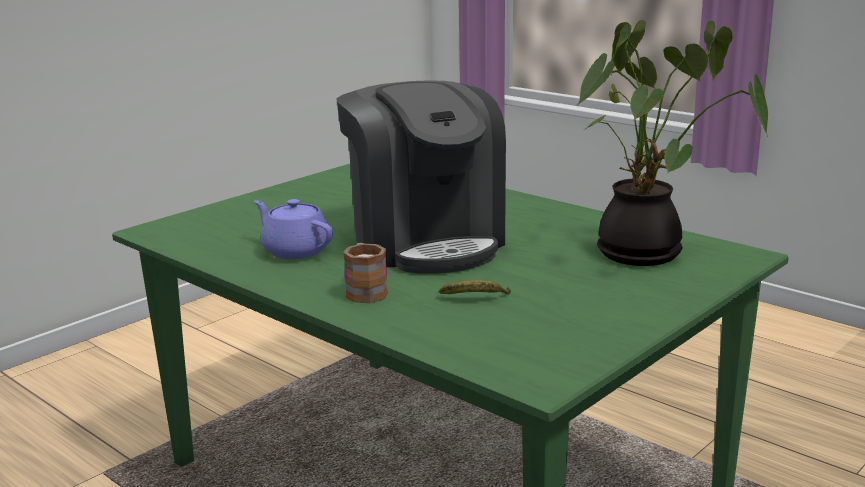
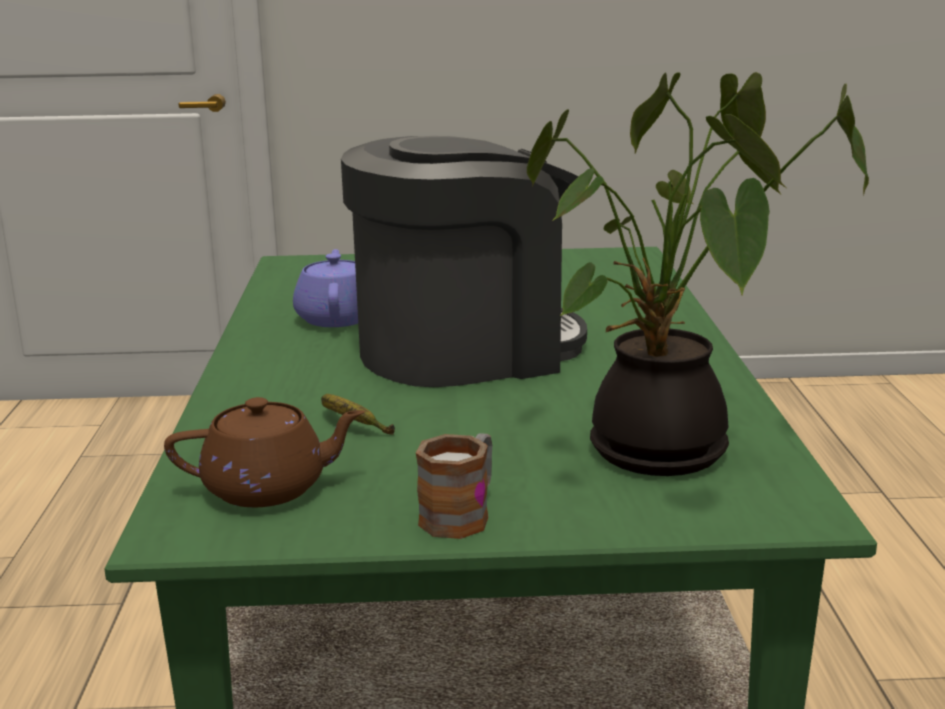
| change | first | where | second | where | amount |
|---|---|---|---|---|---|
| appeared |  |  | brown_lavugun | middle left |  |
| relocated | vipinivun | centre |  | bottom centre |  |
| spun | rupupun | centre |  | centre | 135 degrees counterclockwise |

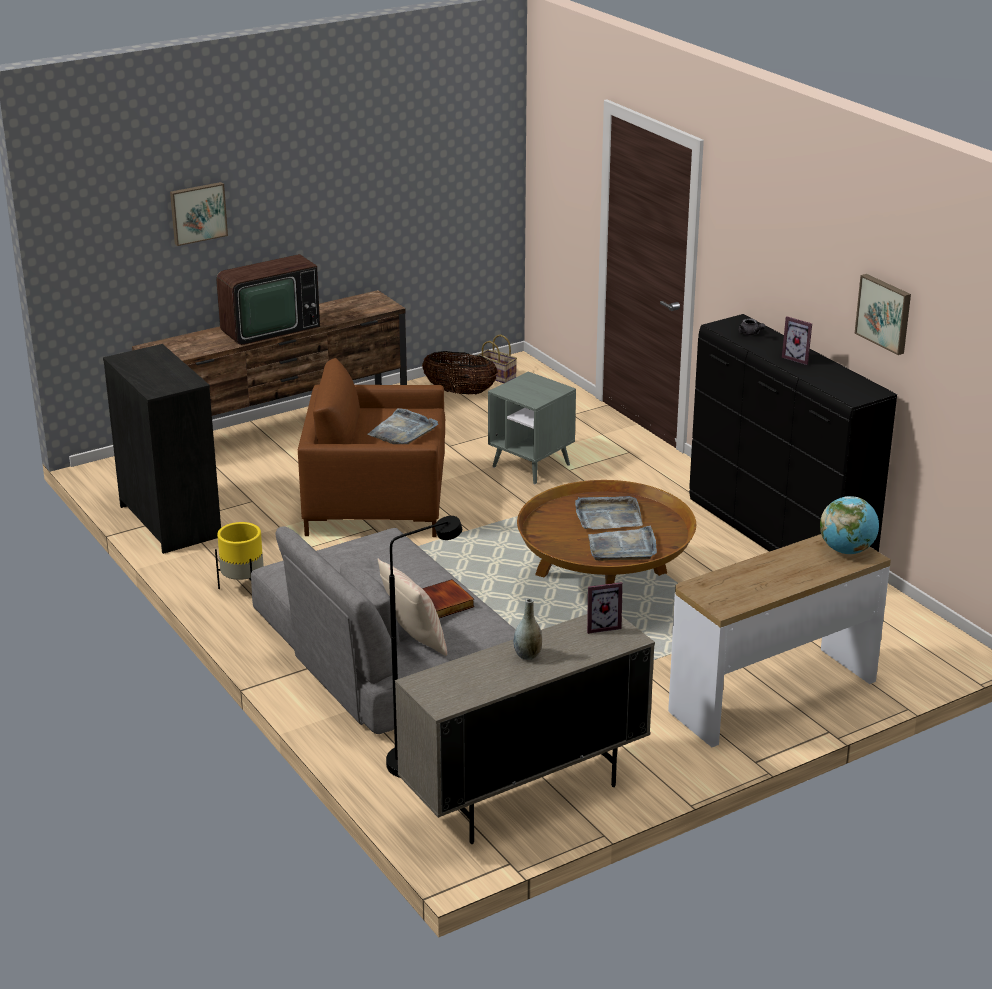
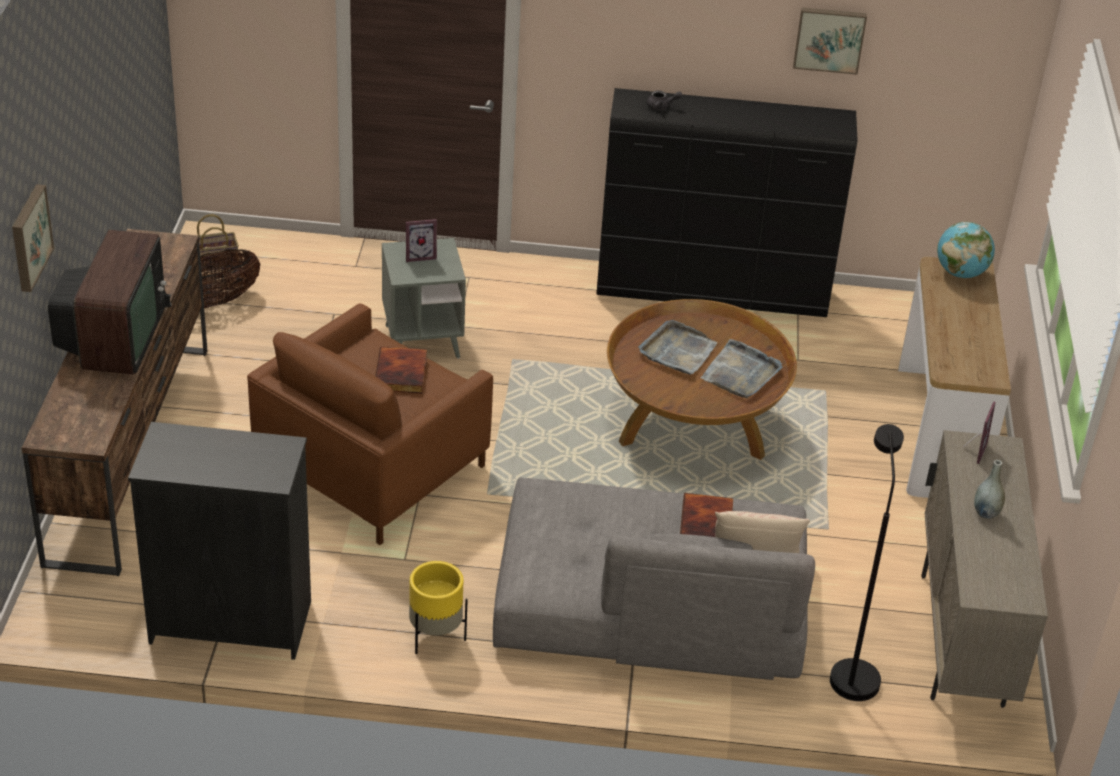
| change | first | where | second | where | amount |
|---|---|---|---|---|---|
| relocated | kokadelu (no. 2 from left in the first image) | middle right | kokadelu (no. 1 from left) | top centre |  |
| exchanged | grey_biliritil (no. 1 from left) | centre | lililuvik (no. 1 from left) | centre |  |

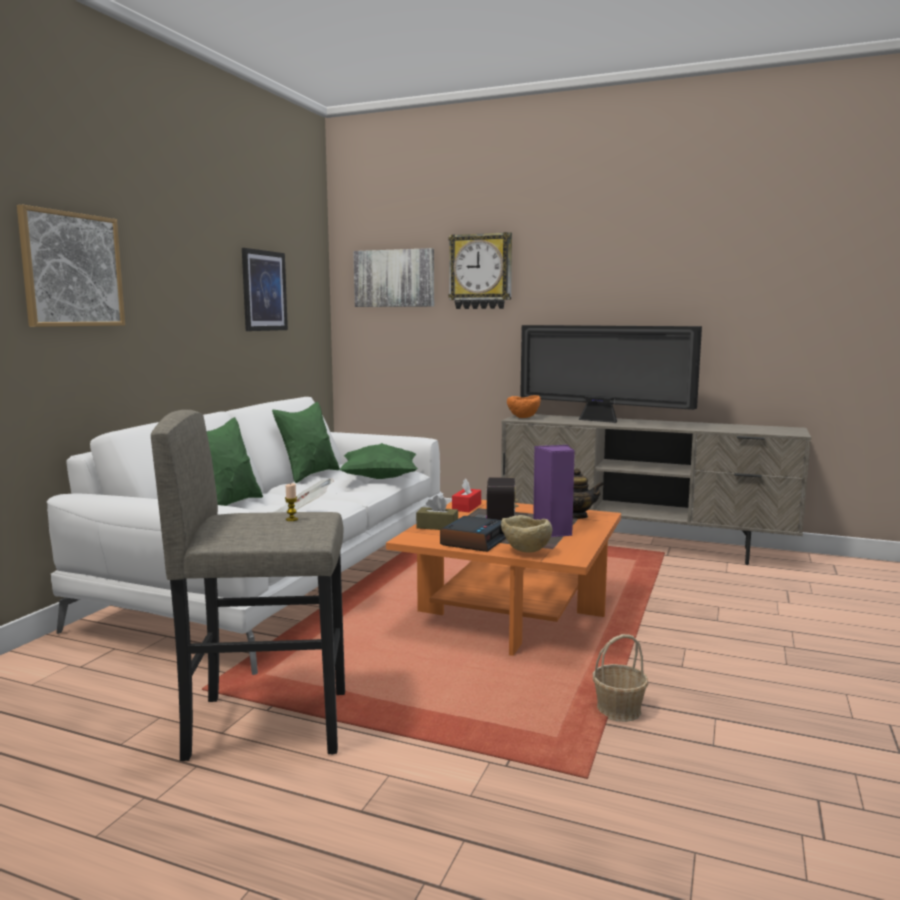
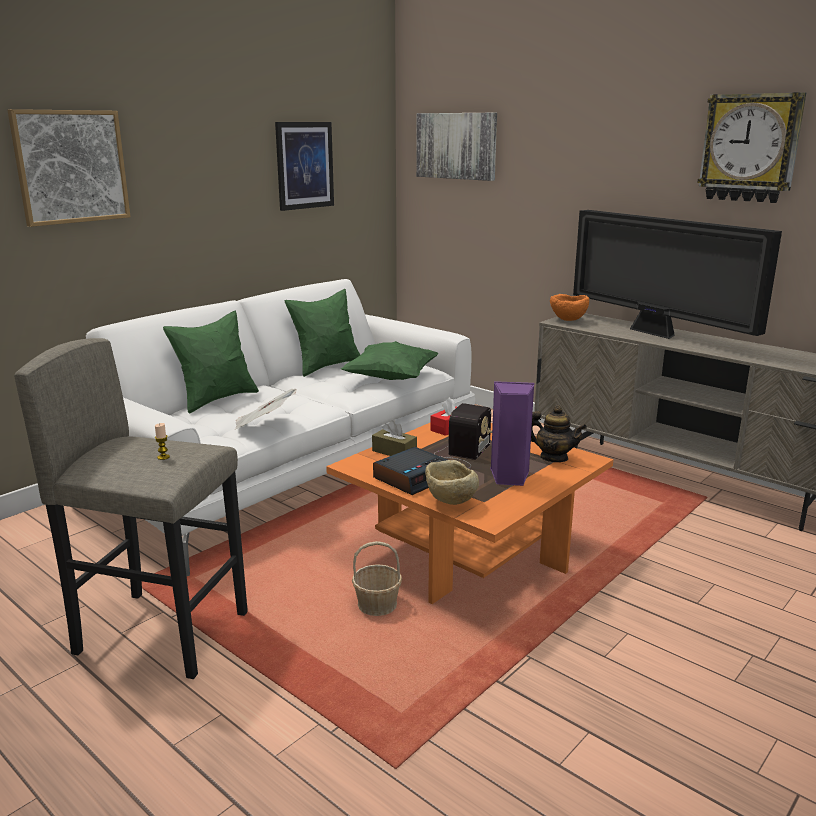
| change | first | where | second | where | amount |
|---|---|---|---|---|---|
| relocated | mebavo | top centre |  | top right |  |
| relocated | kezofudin | bottom right |  | bottom centre |  |

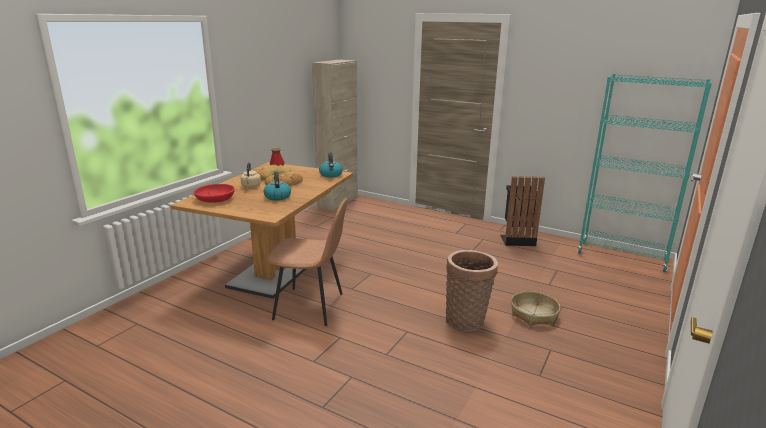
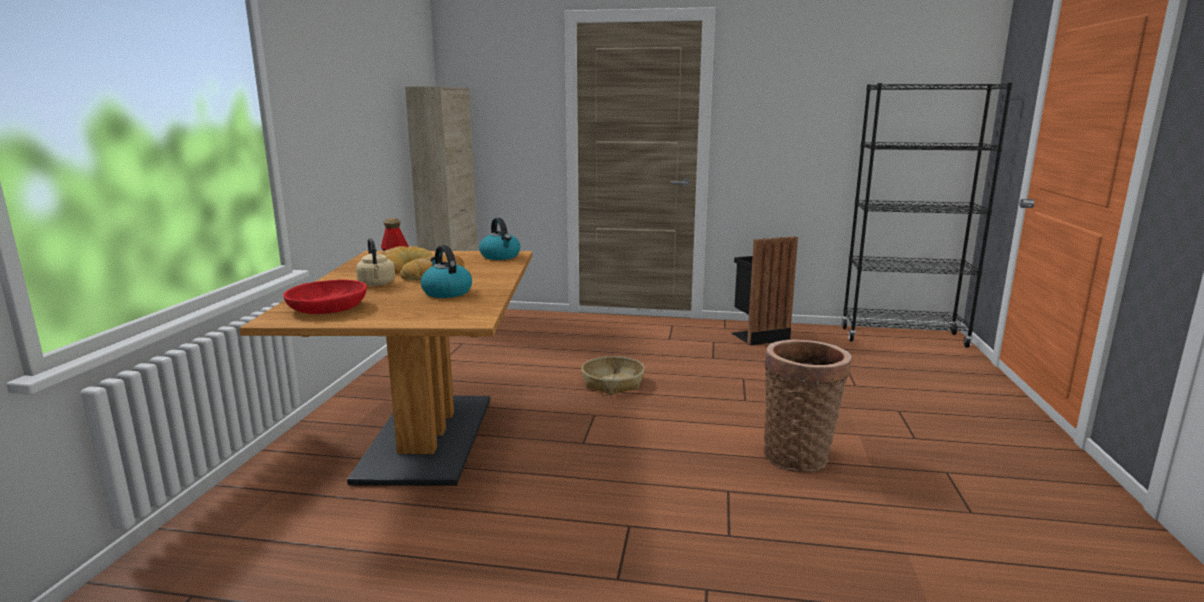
| change | first | where | second | where | amount |
|---|---|---|---|---|---|
| missing | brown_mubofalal | centre |  |  |  |
| relocated | kezofudin (no. 2 from left in the first image) | bottom right | kezofudin (no. 1 from left) | centre |  |
| colour | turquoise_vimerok | middle right | black_vimerok | middle right |  |

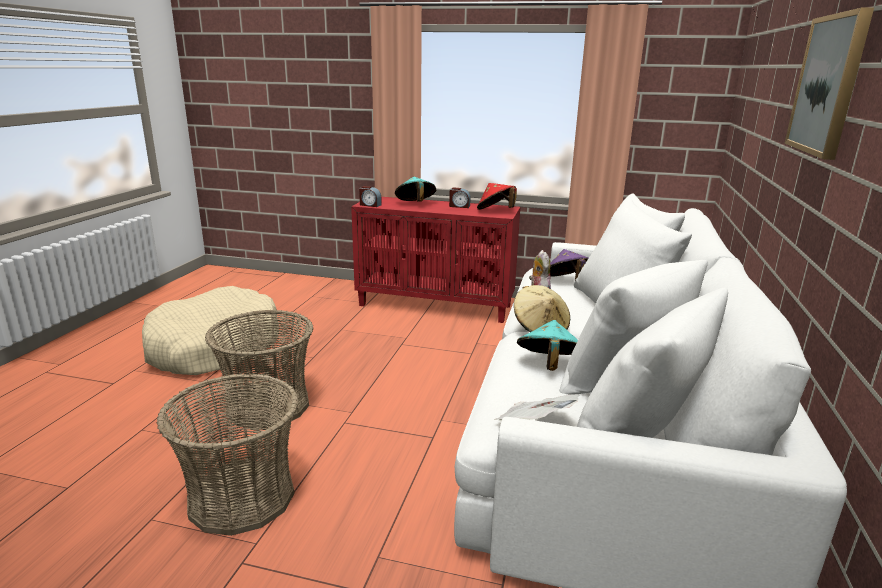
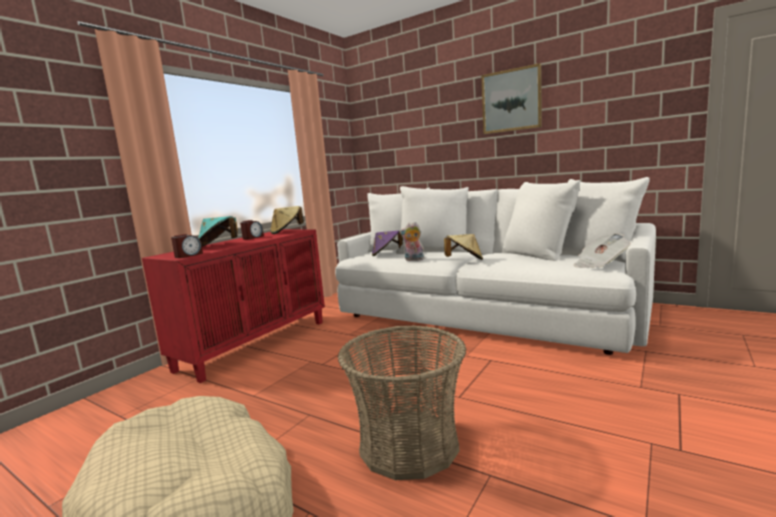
| change | first | where | second | where | amount |
|---|---|---|---|---|---|
| missing | kezofudin (no. 1 from left) | bottom left |  |  |  |
| missing | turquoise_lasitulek (no. 2 from left) | centre |  |  |  |
| colour | red_lasitulek | centre | beige_lasitulek (no. 1 from left) | centre |  |

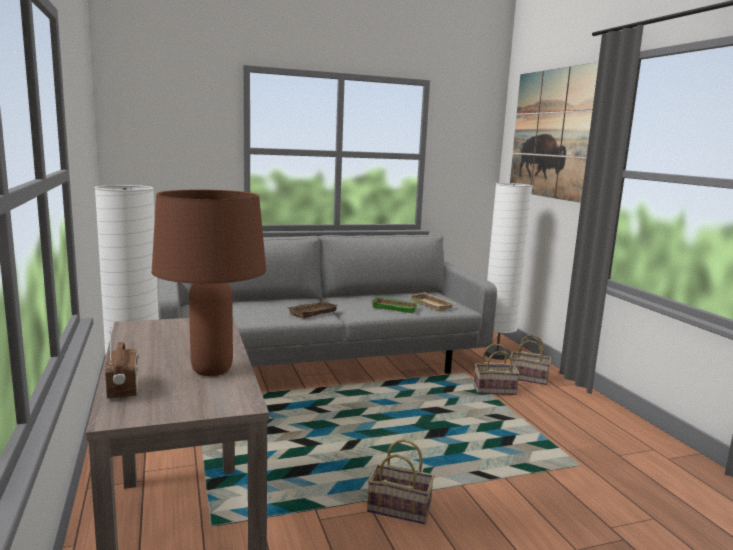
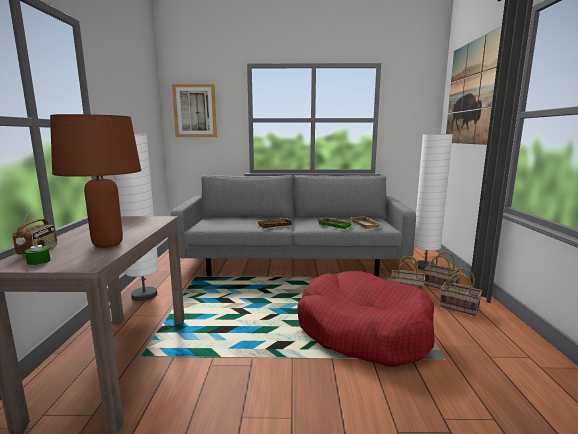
| change | first | where | second | where | amount |
|---|---|---|---|---|---|
| appeared |  |  | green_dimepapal | middle left |  |
| appeared |  |  | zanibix (no. 1 from left) | top centre |  |
| appeared |  |  | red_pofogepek | bottom centre |  |
| relocated | kezofudin (no. 1 from left in the first image) | bottom centre | kezofudin (no. 3 from left) | bottom right |  |

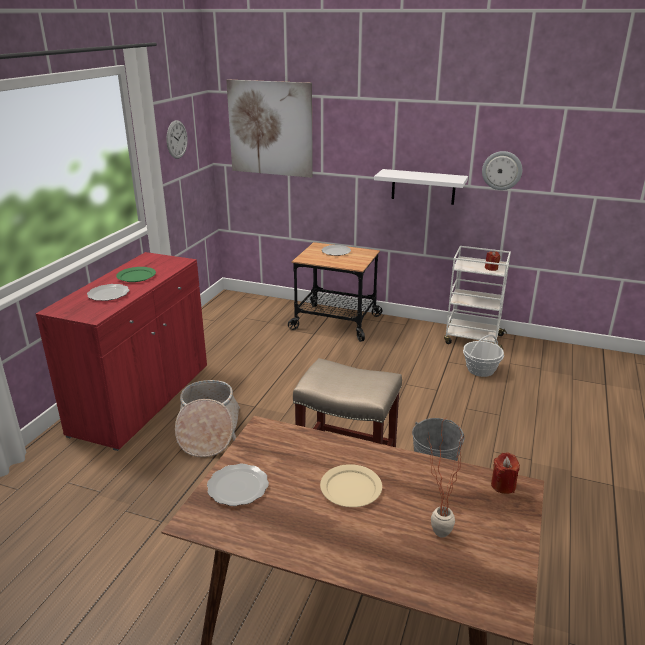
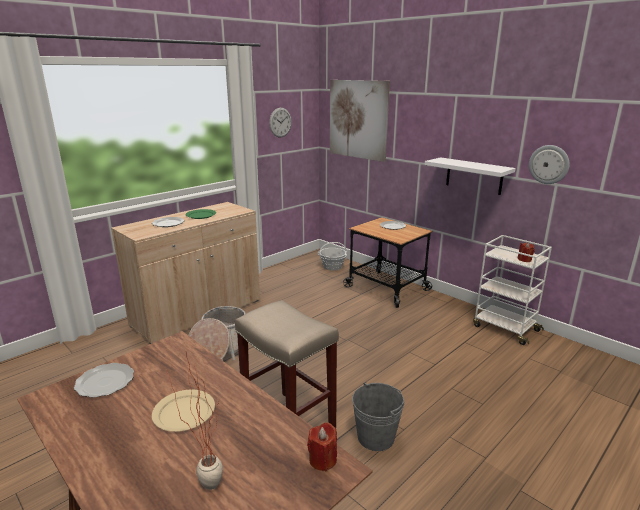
| change | first | where | second | where | amount |
|---|---|---|---|---|---|
| relocated | kezofudin (no. 2 from left) | middle right |  | centre |  |
| colour | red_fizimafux | middle left | beige_fizimafux | middle left |  |

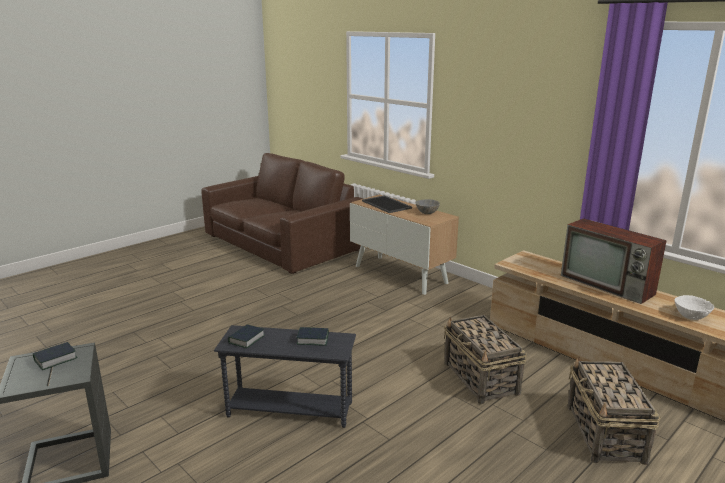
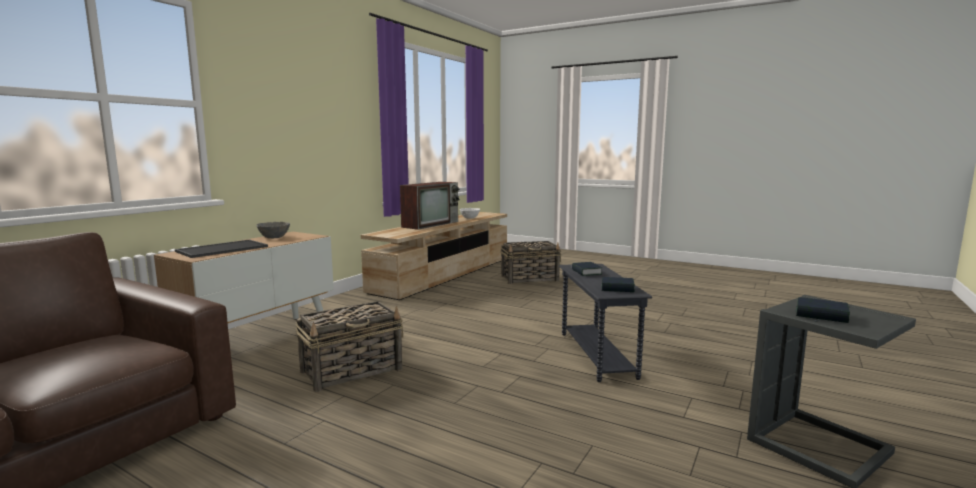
| change | first | where | second | where | amount |
|---|---|---|---|---|---|
| relocated | kezofudin (no. 1 from left) | bottom right |  | bottom centre |  |

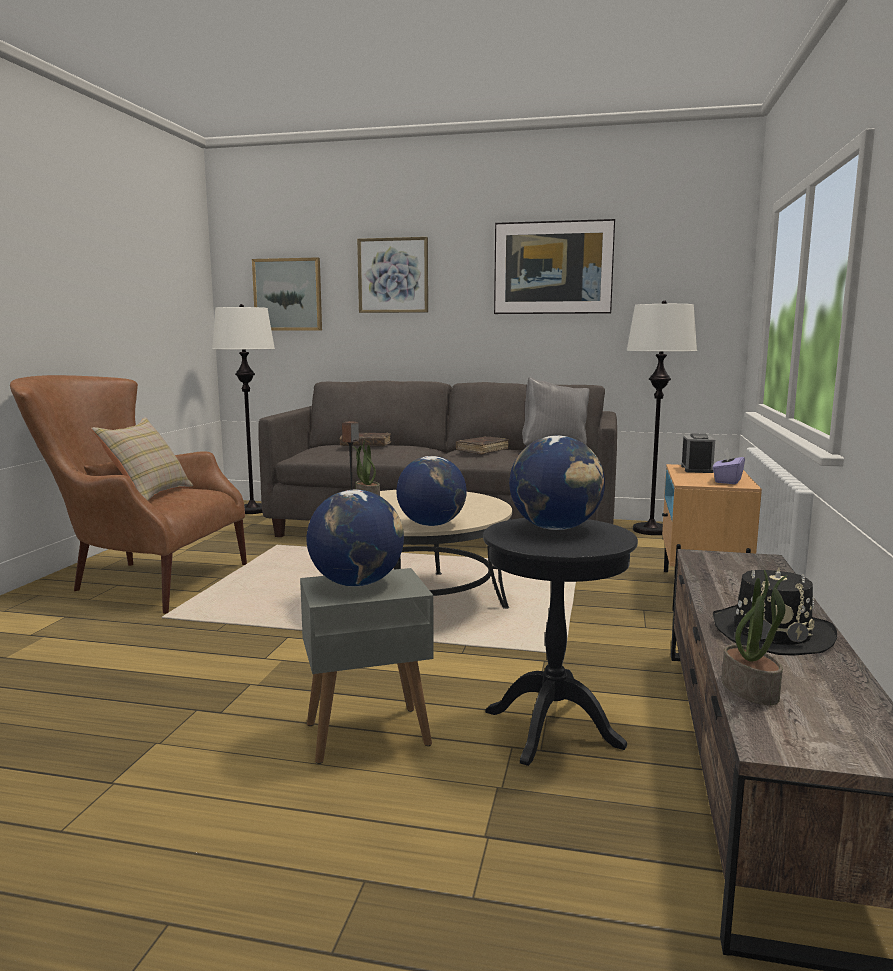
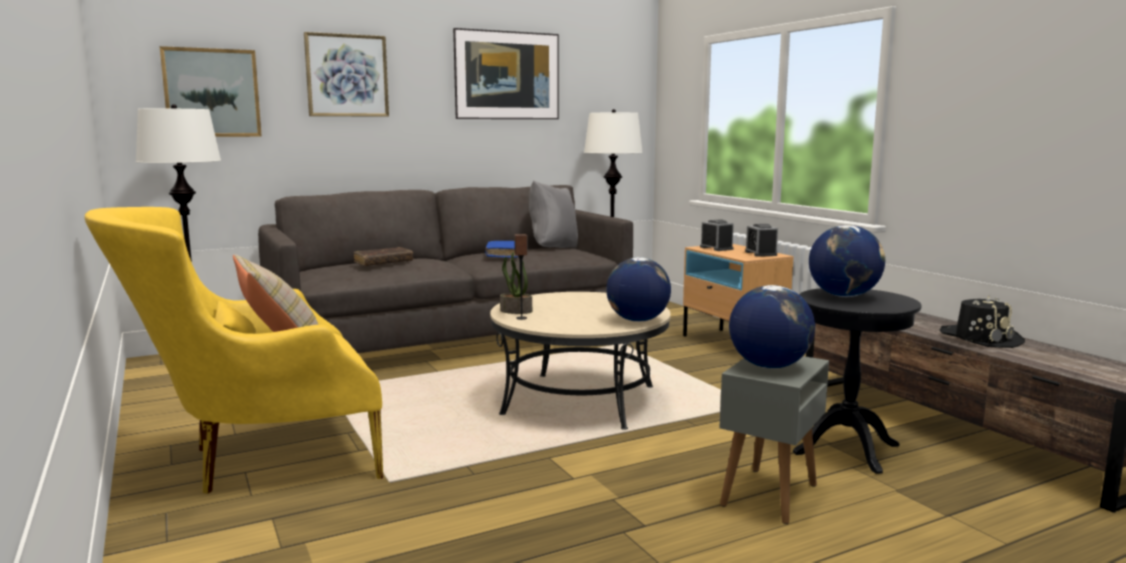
| change | first | where | second | where | amount |
|---|---|---|---|---|---|
| missing | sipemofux (no. 2 from left) | middle right |  |  |  |
| exchanged | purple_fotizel | middle right | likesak (no. 2 from left) | middle right |  |
| colour | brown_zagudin | middle left | yellow_zagudin | middle left |  |
| colour | brown_lililuvik (no. 2 from left) | centre | blue_lililuvik | centre |  |

